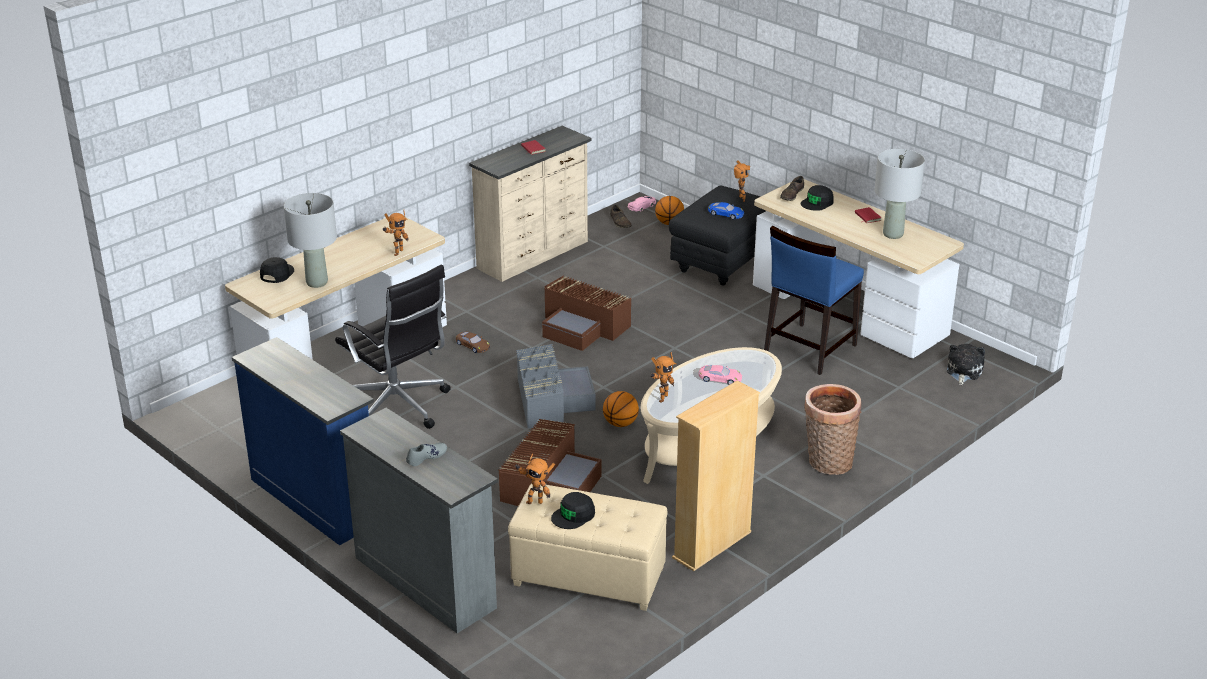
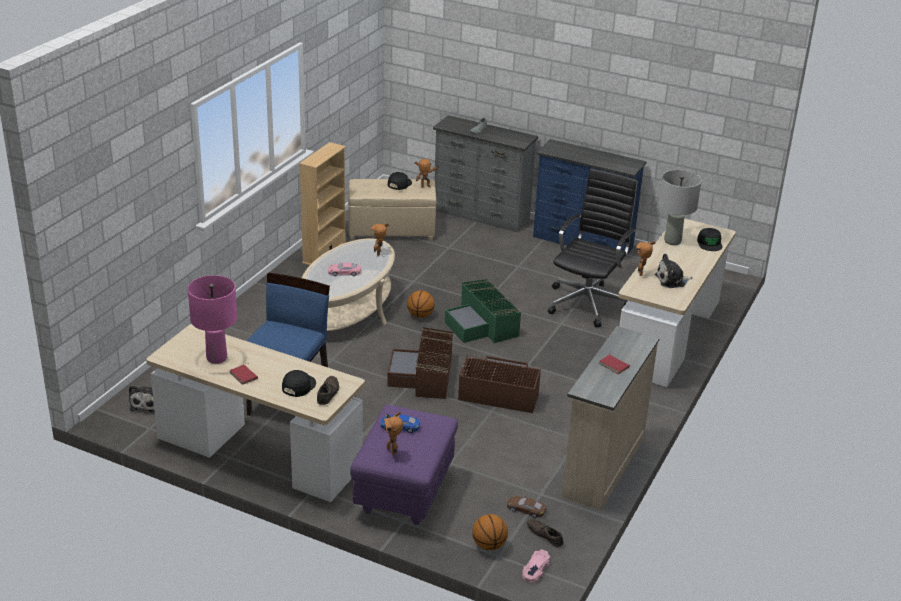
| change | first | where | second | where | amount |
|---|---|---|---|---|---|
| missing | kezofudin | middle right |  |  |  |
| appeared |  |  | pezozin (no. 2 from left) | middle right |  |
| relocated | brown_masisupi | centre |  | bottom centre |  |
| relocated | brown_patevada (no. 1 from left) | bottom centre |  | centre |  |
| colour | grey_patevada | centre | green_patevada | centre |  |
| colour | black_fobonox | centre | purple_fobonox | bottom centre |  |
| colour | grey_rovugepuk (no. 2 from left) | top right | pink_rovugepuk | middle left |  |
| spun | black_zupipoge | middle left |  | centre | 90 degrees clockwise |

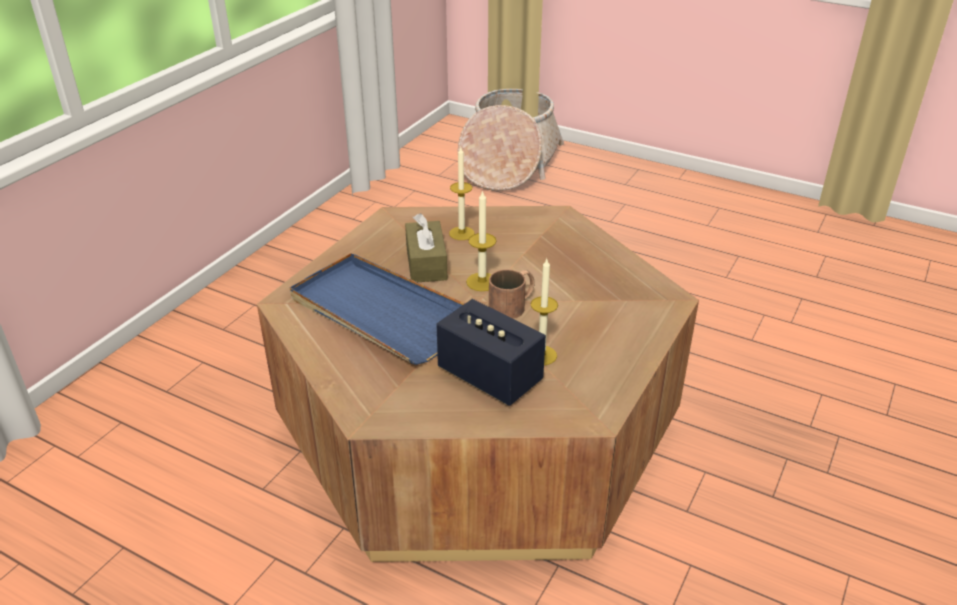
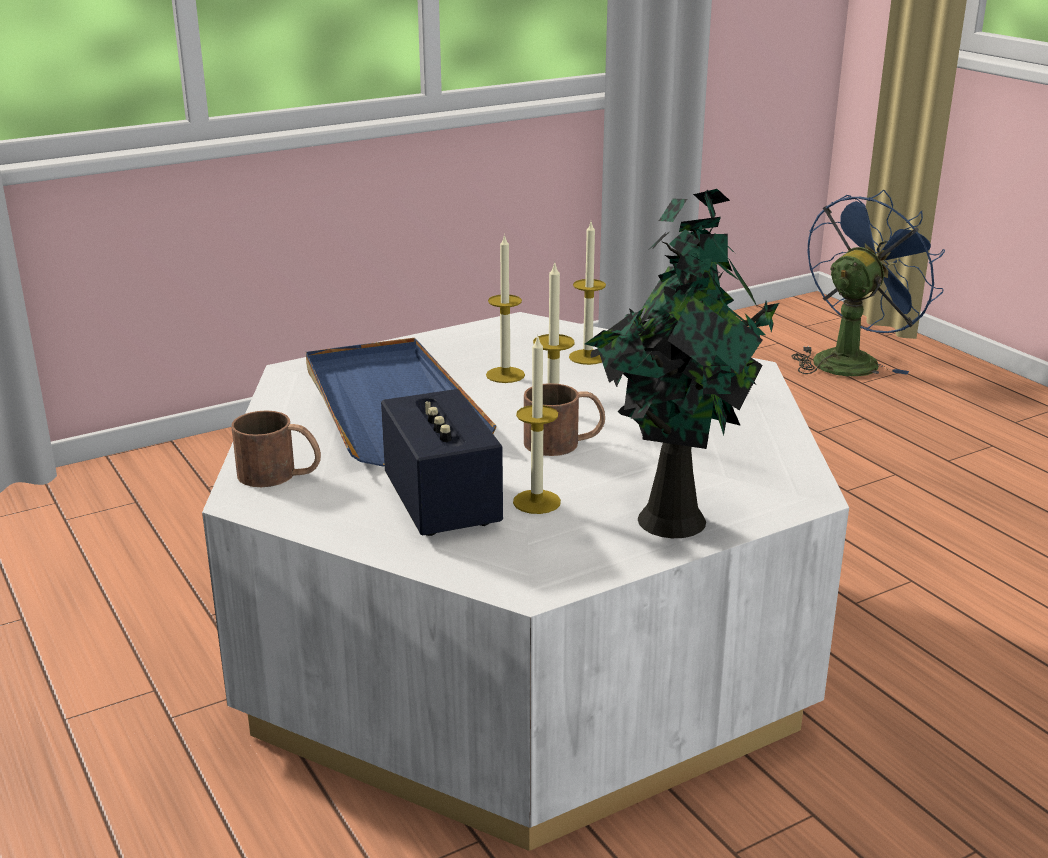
| change | first | where | second | where | amount |
|---|---|---|---|---|---|
| appeared |  |  | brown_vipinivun (no. 1 from left) | middle left |  |
| appeared |  |  | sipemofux | centre |  |
| exchanged | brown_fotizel | centre | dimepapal (no. 1 from left) | centre |  |
| exchanged | kezofudin | top centre | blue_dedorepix | top right |  |
| colour | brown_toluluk | centre | white_toluluk | bottom centre |  |

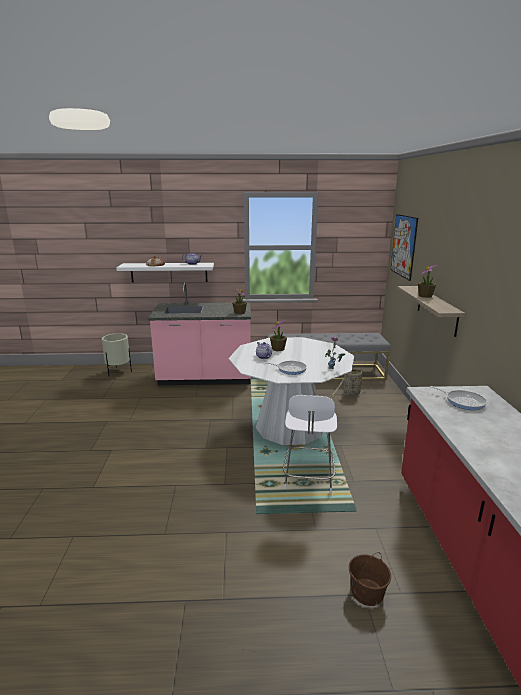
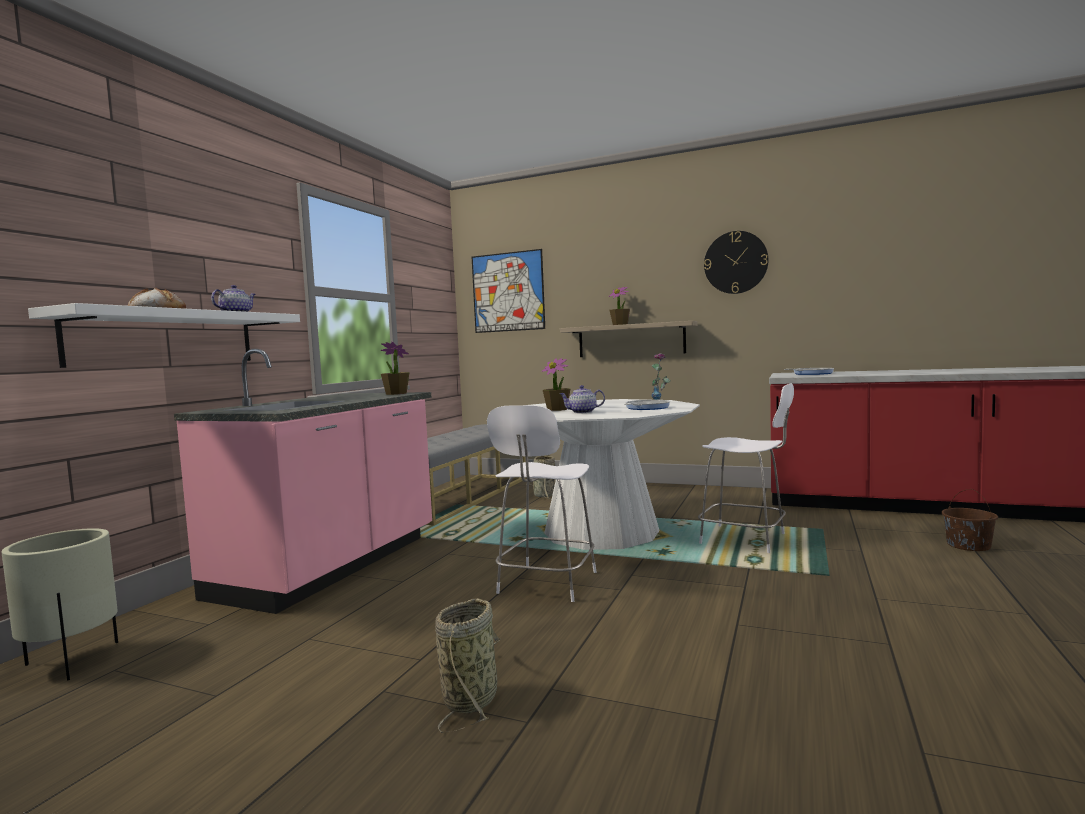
| change | first | where | second | where | amount |
|---|---|---|---|---|---|
| appeared |  |  | kezofudin (no. 1 from left) | bottom centre |  |
| appeared |  |  | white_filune (no. 1 from left) | centre |  |
| appeared |  |  | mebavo | top right |  |

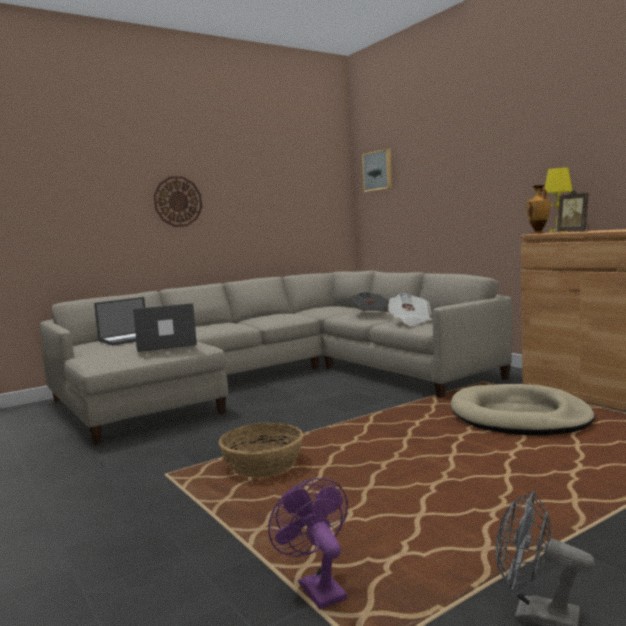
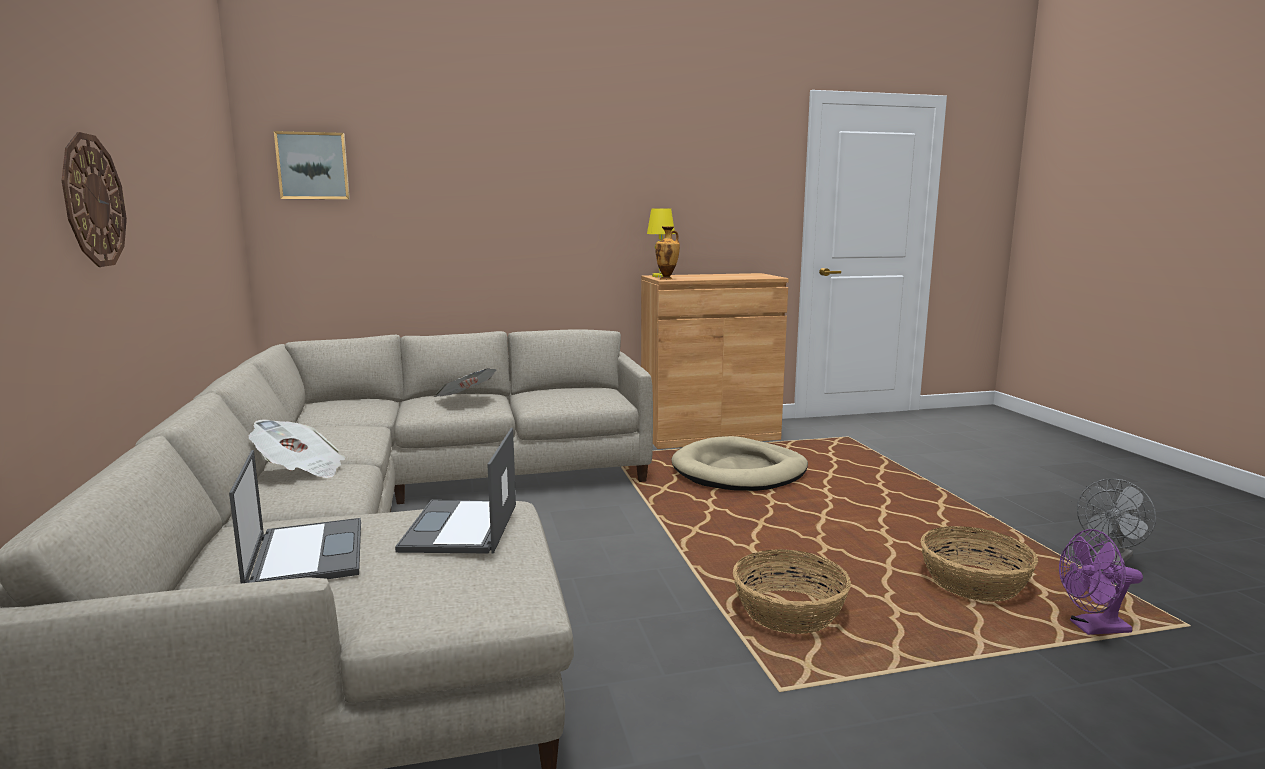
| change | first | where | second | where | amount |
|---|---|---|---|---|---|
| missing | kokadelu | middle right |  |  |  |
| appeared |  |  | kezofudin (no. 2 from left) | bottom right |  |
| relocated | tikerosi (no. 2 from left in the first image) | centre | tikerosi (no. 1 from left) | middle left |  |

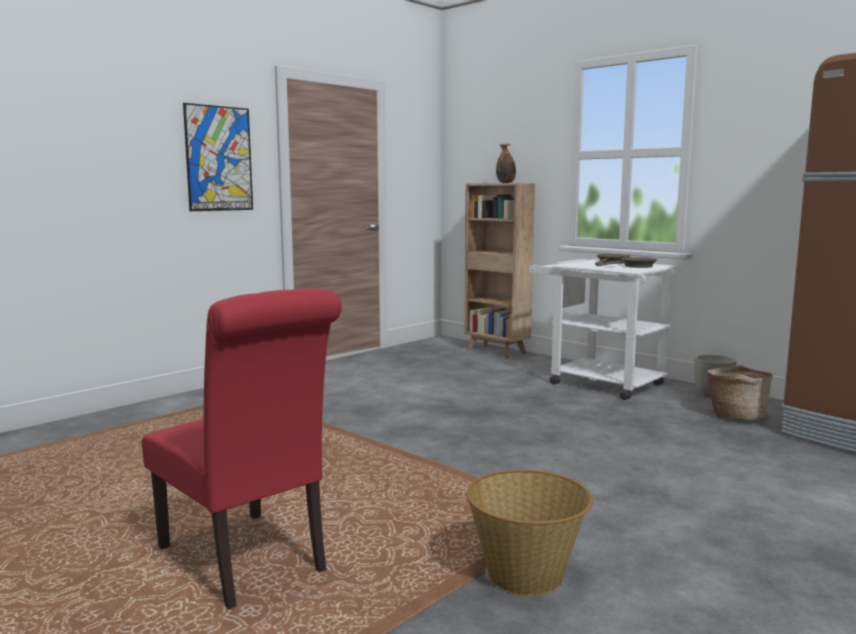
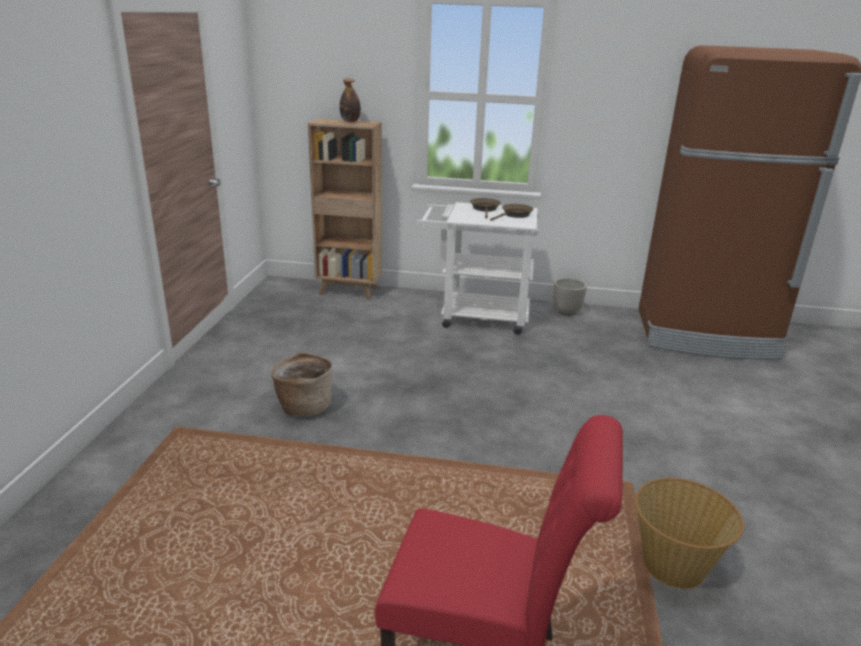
| change | first | where | second | where | amount |
|---|---|---|---|---|---|
| missing | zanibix | top left |  |  |  |
| relocated | kezofudin (no. 2 from left in the first image) | middle right | kezofudin (no. 1 from left) | centre |  |

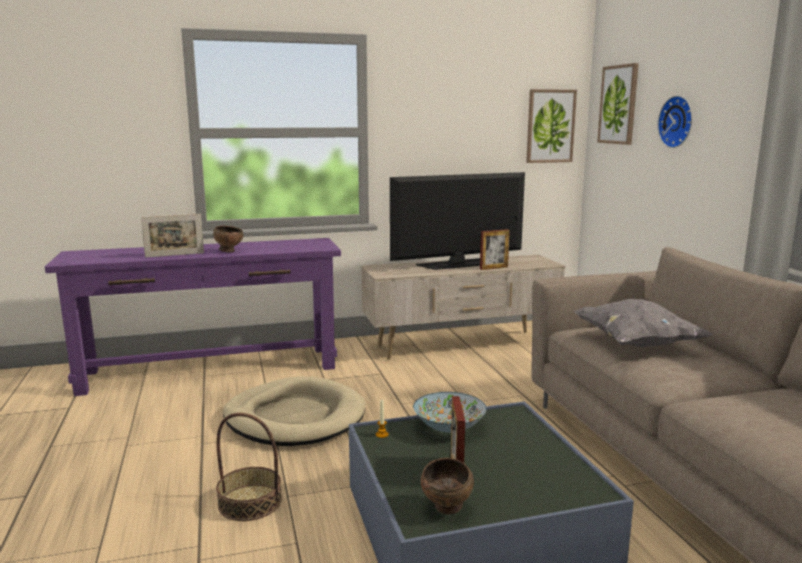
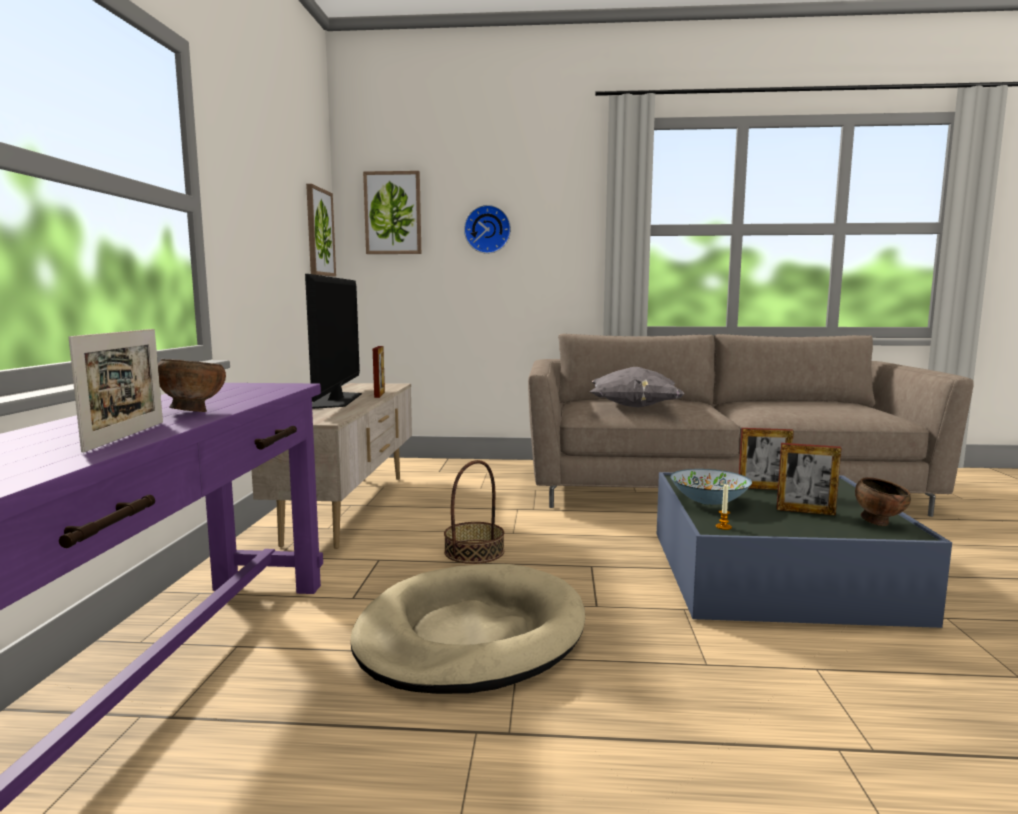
| change | first | where | second | where | amount |
|---|---|---|---|---|---|
| appeared |  |  | kokadelu (no. 3 from left) | middle right |  |
| relocated | kezofudin | bottom left |  | centre |  |

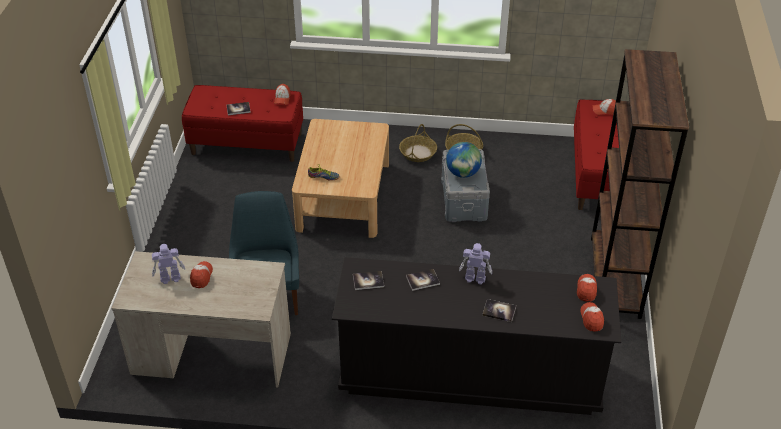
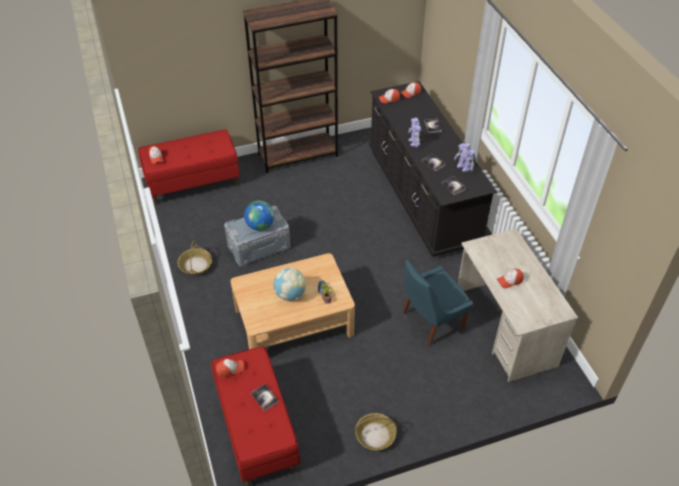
| change | first | where | second | where | amount |
|---|---|---|---|---|---|
| appeared |  |  | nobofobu (no. 2 from left) | centre |  |
| relocated | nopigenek (no. 1 from left in the first image) | middle left | nopigenek (no. 2 from left) | top right |  |
| relocated | kezofudin (no. 1 from left in the first image) | centre | kezofudin (no. 2 from left) | bottom centre |  |

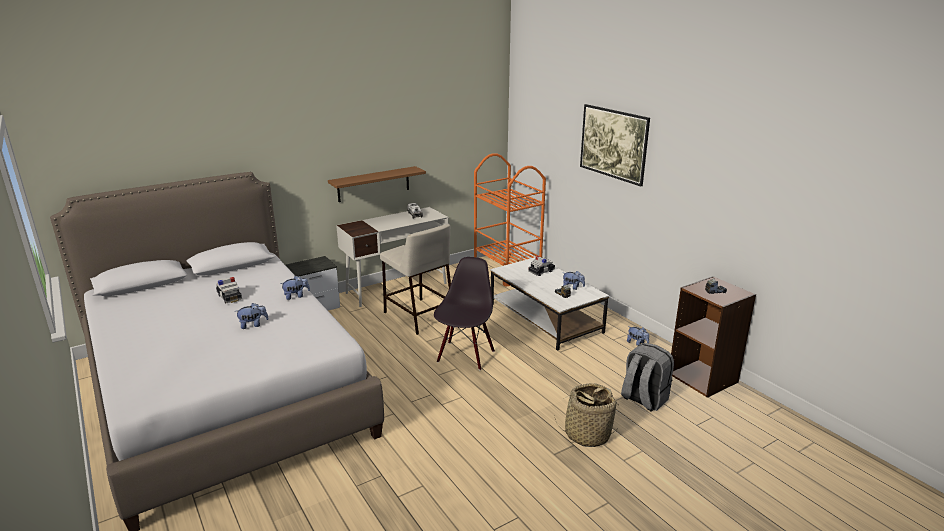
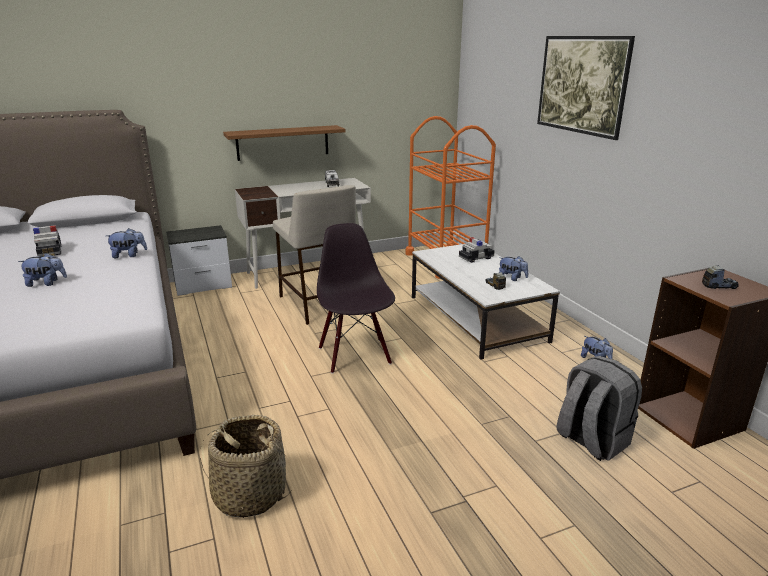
| change | first | where | second | where | amount |
|---|---|---|---|---|---|
| relocated | kezofudin | bottom centre |  | bottom left |  |
| spun | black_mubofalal | centre |  | centre | 45 degrees counterclockwise |

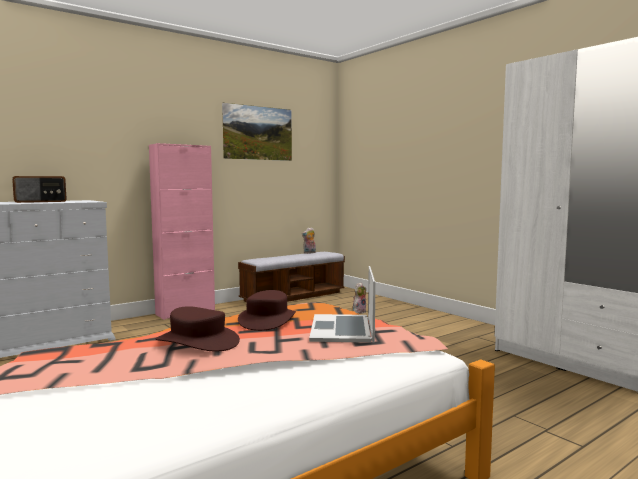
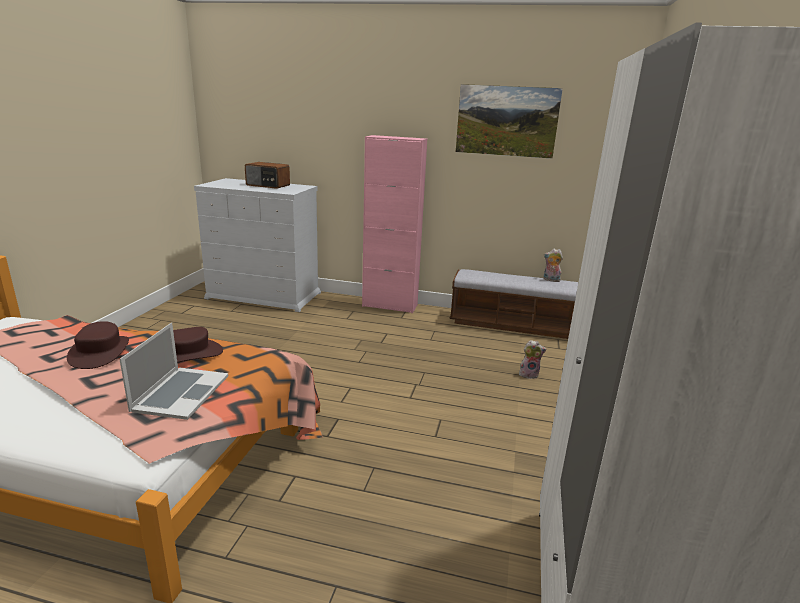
| change | first | where | second | where | amount |
|---|---|---|---|---|---|
| spun | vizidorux | centre |  | middle left | 135 degrees clockwise |

